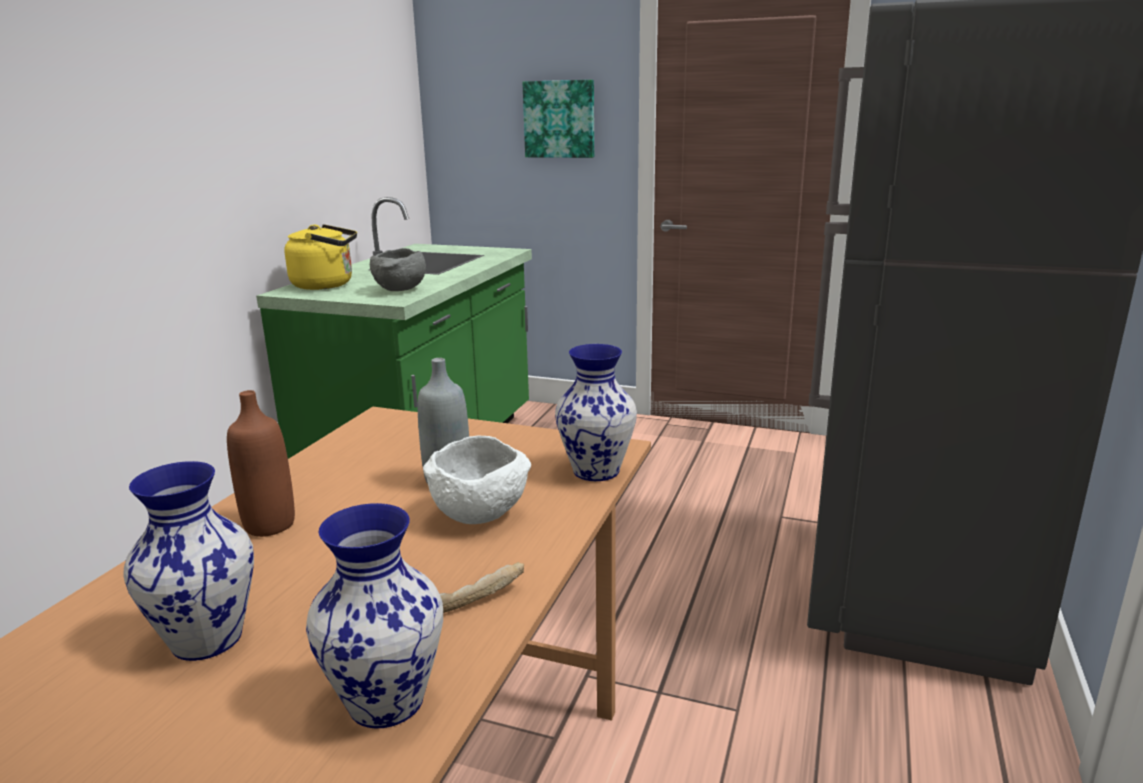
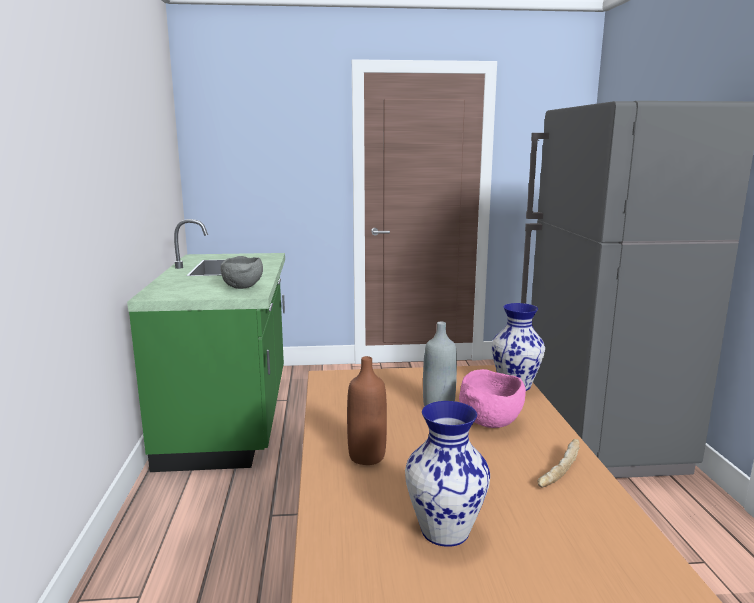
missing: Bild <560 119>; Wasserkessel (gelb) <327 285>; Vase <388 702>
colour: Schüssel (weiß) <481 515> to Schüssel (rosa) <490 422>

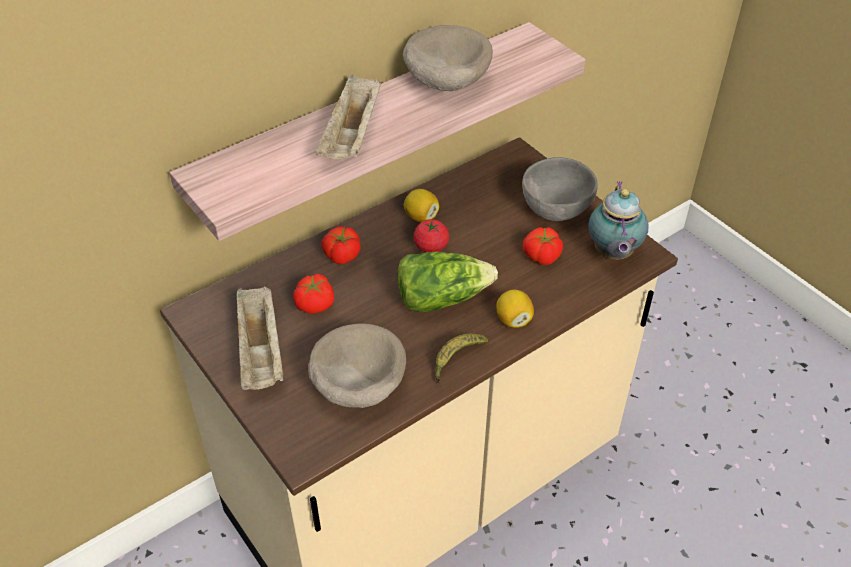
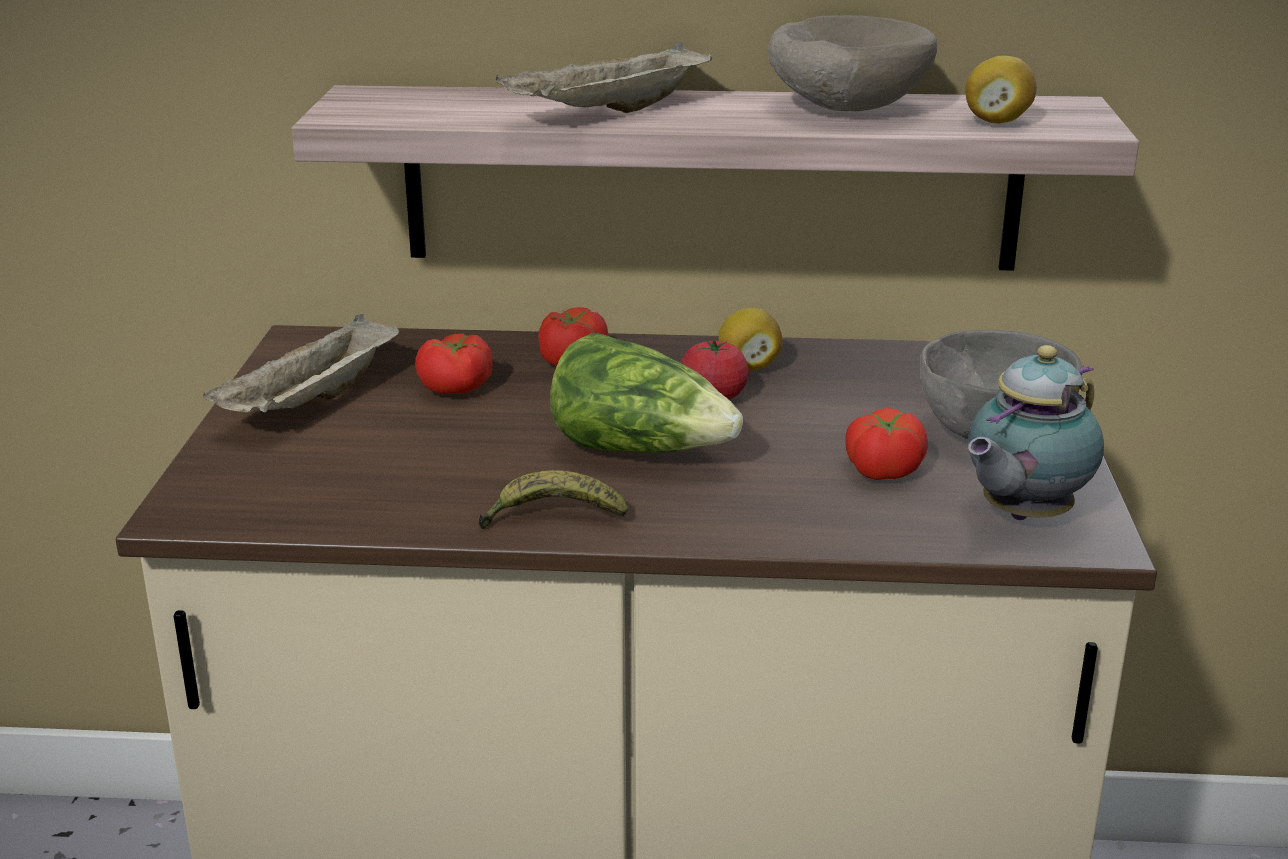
missing: Schüssel (beige) <357 386>
relocated: Zitrone <513 320> to <997 121>

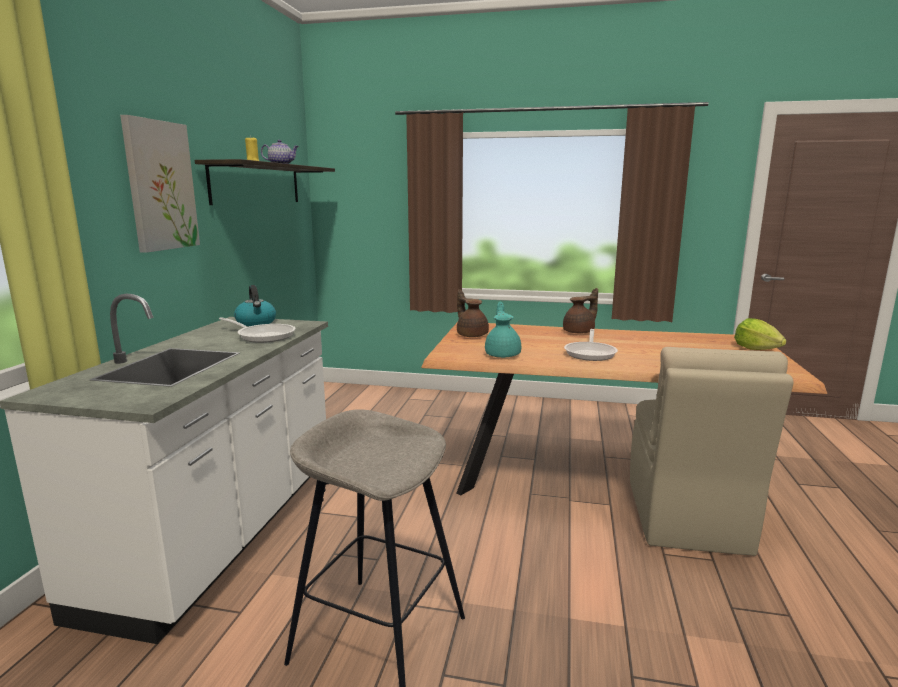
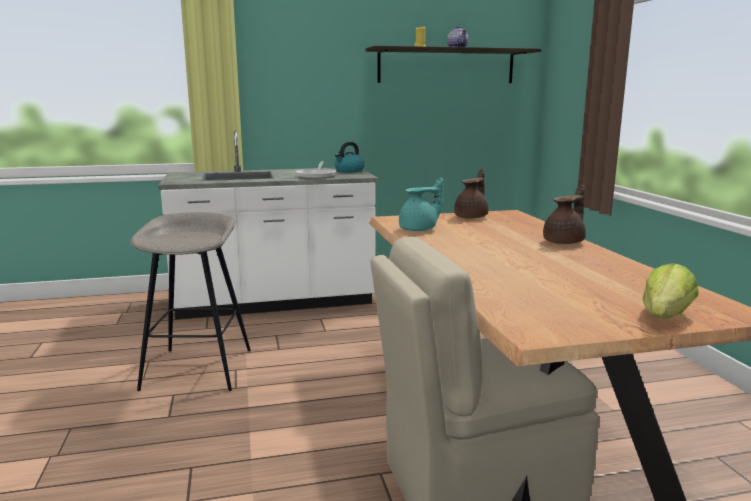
missing: Bild <160 186>; Pfanne <591 353>
spun: Teekanne (braun) <580 332> = <565 242> 75 degrees counterclockwise

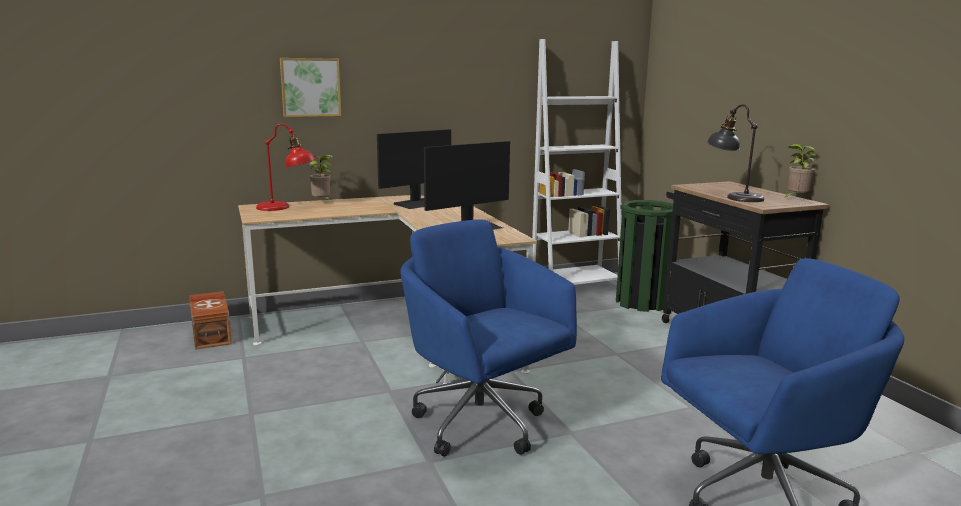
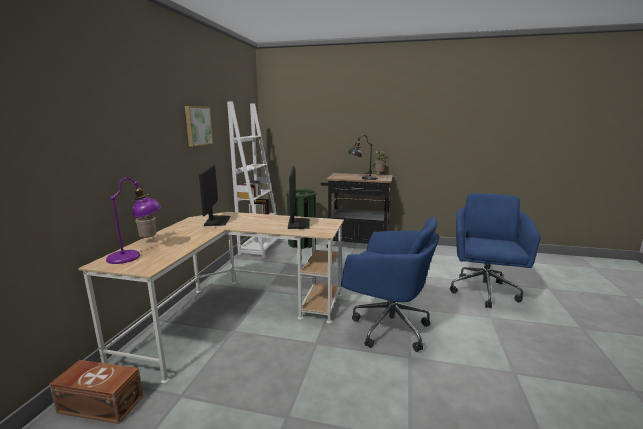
relocated: Bild <310 87> to <197 126>
colour: Tischlampe (rot) <286 207> to Tischlampe (lila) <137 253>
spun: Bürostuhl (blau) <484 427> = <386 328> 150 degrees counterclockwise

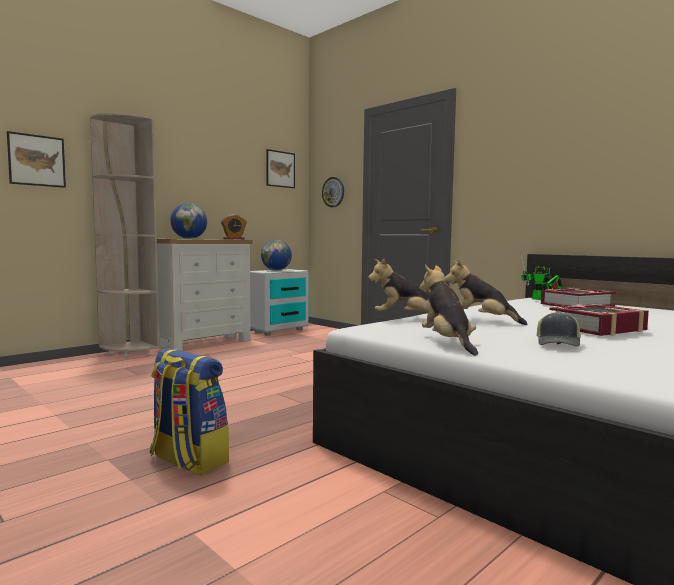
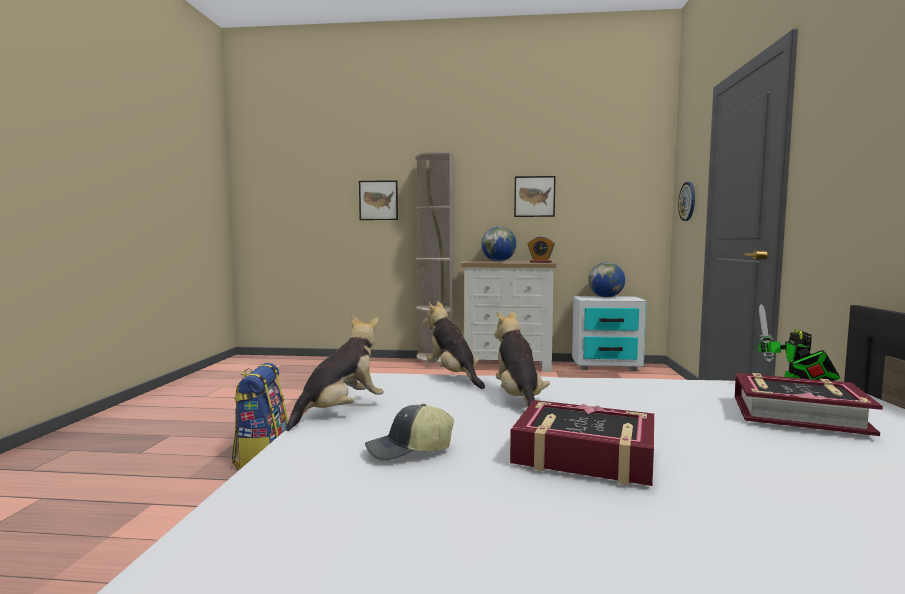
relocated: Bild <280 169> to <534 196>

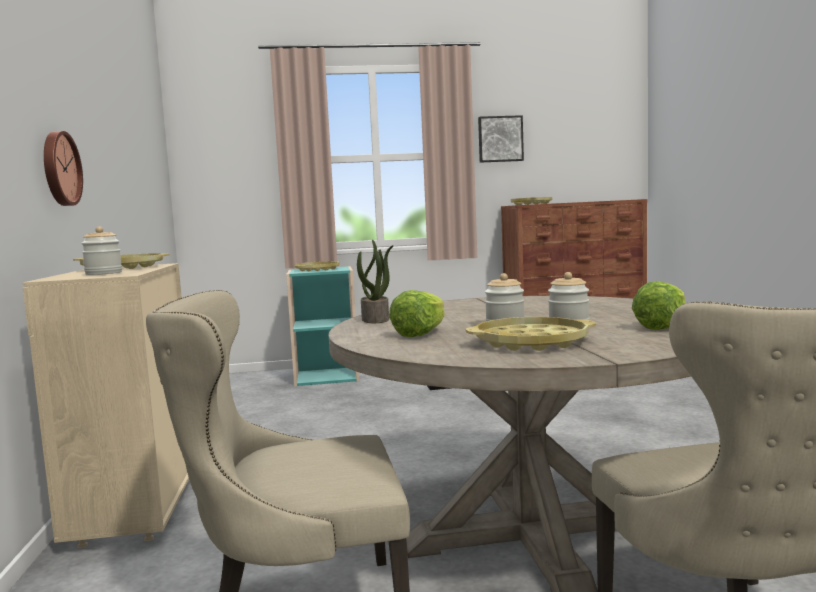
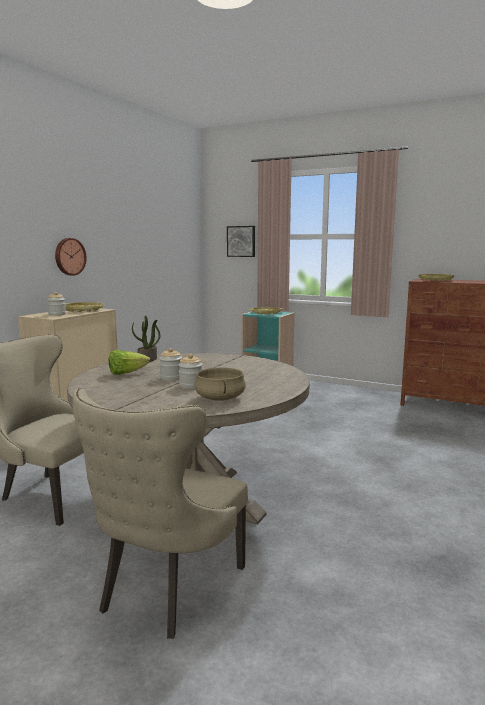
missing: Tablett (gelb) <531 342>
relocated: Bild <500 139> to <241 241>
exchanged: Salatkopf <662 326> to Kochtopf (beige) <219 398>

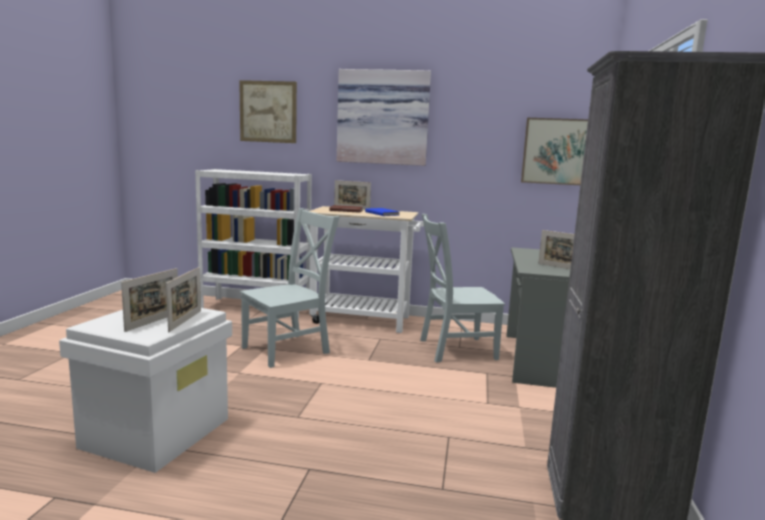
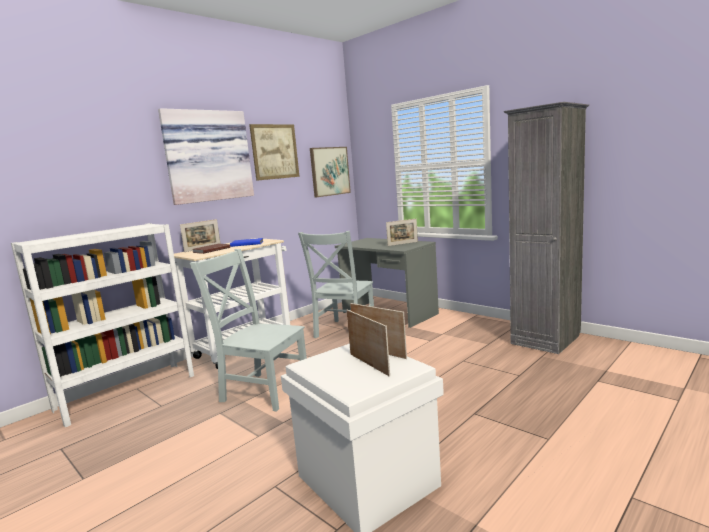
relocated: Bild <268 112> to <275 151>
spun: Stuhl (grau) <289 349> = <262 390> 60 degrees counterclockwise

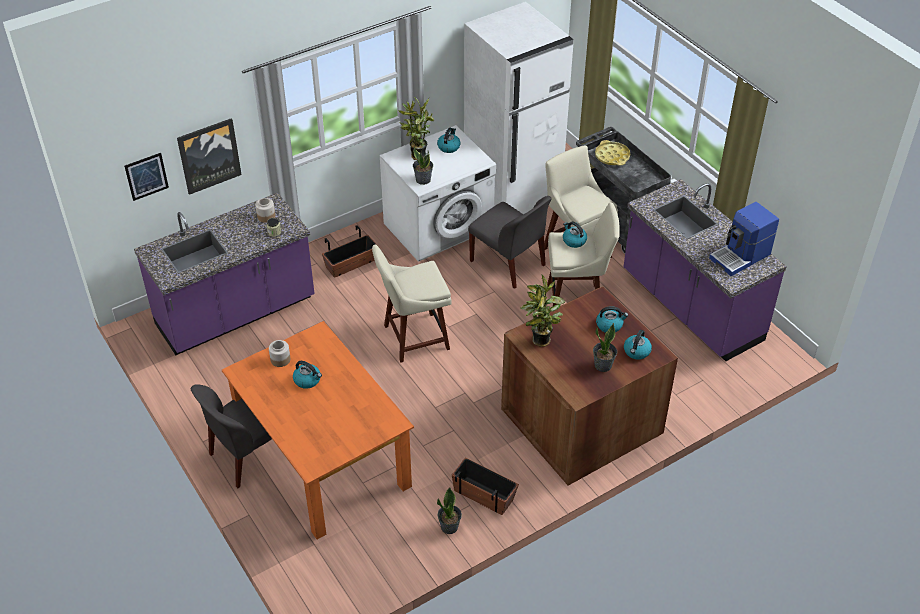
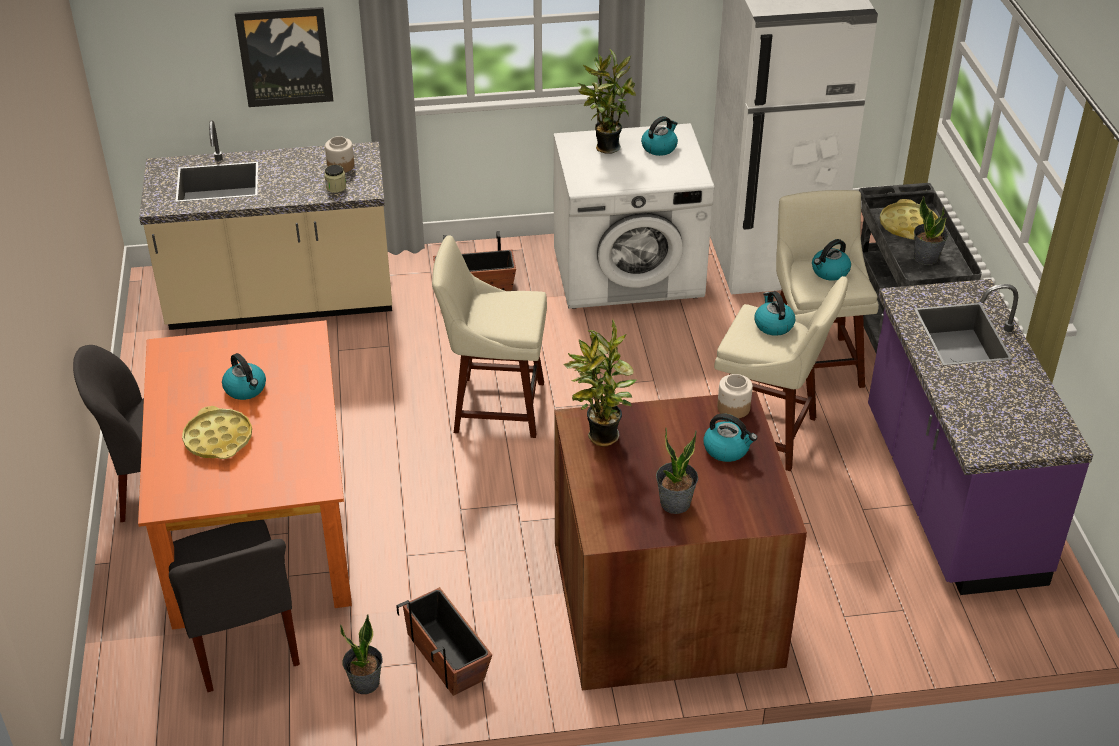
missing: Bild <146 176>; Kaffeemaschine <741 256>
appeared: Tablett (gelb) <218 439>
relocated: Topfpflanze <423 179> to <926 257>; Stuhl (grau) <509 264> to <241 639>; Wasserkessel <636 352> to <829 272>; Vorratsglas <280 360> to <733 408>
colour: Küchenzeile (lila) <236 314> to Küchenzeile (beige) <281 303>

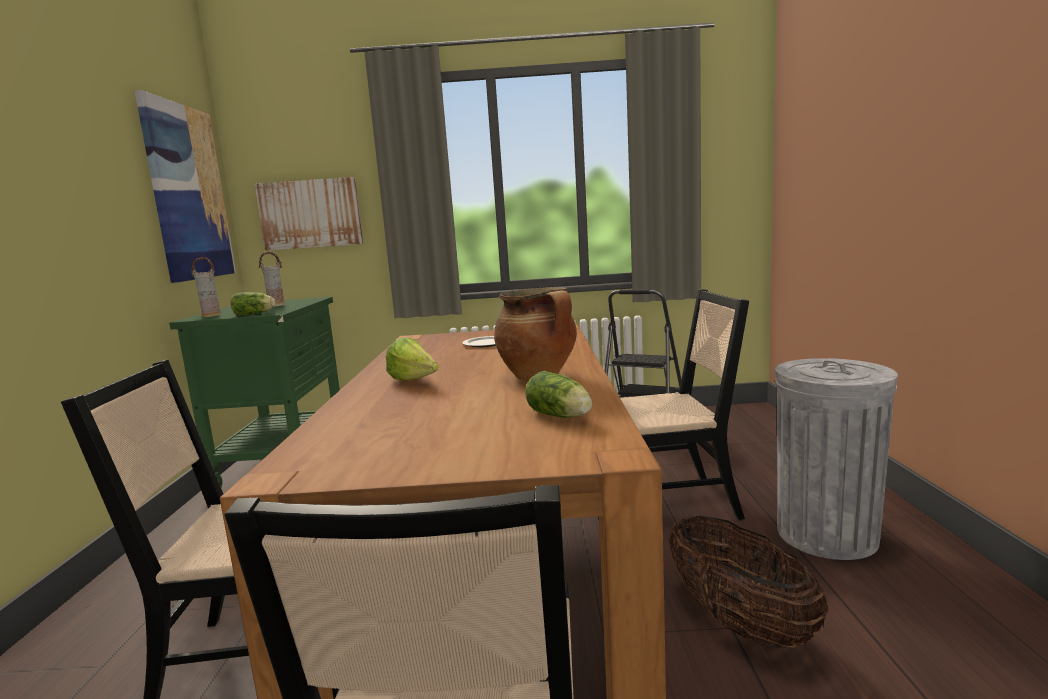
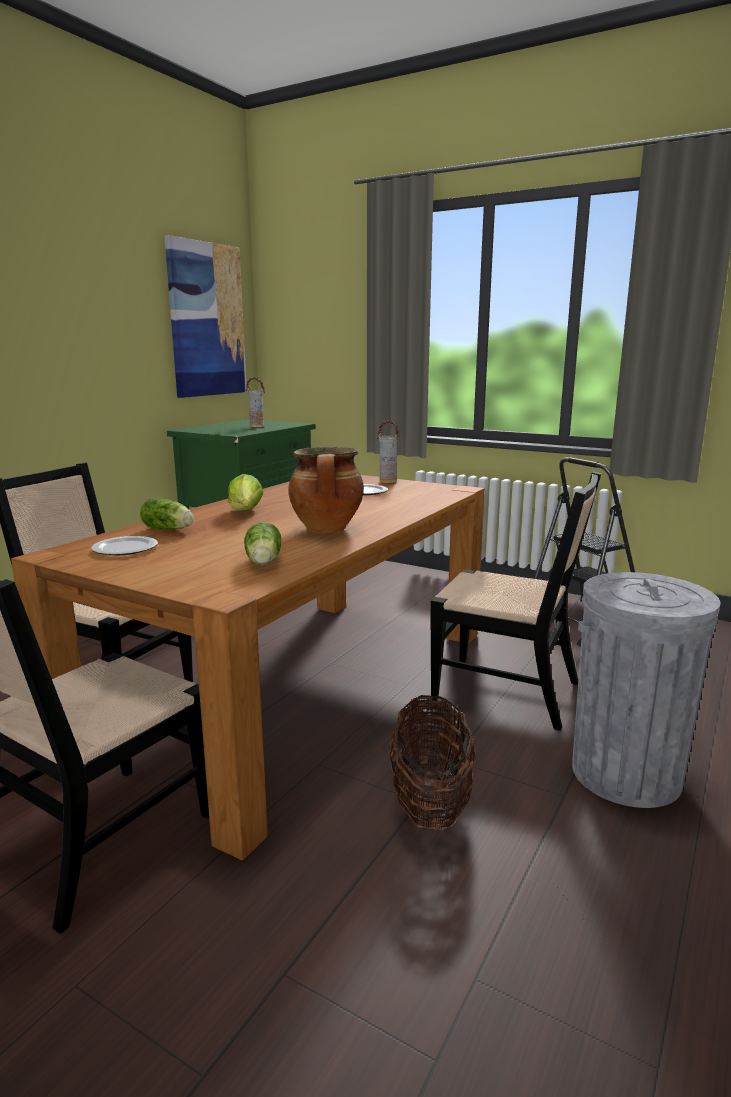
missing: Bild <310 214>
appeared: Teller <124 548>
relocated: Vase <211 316> to <387 481>; Salatkopf <255 314> to <169 529>

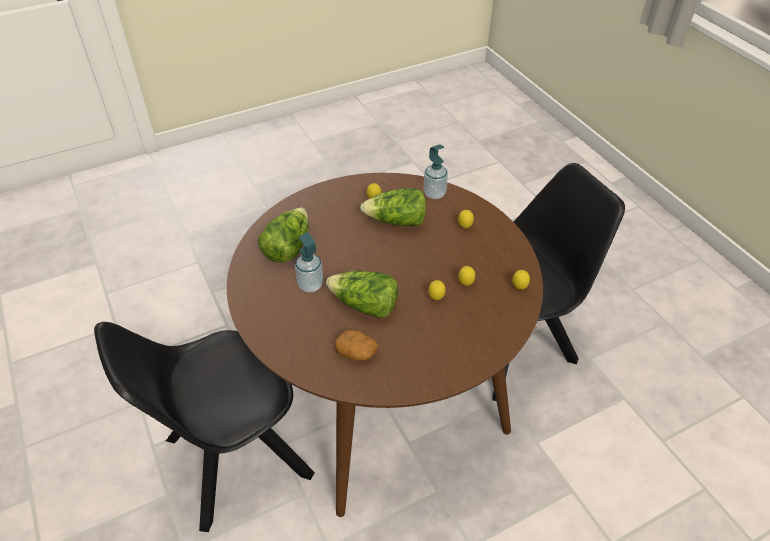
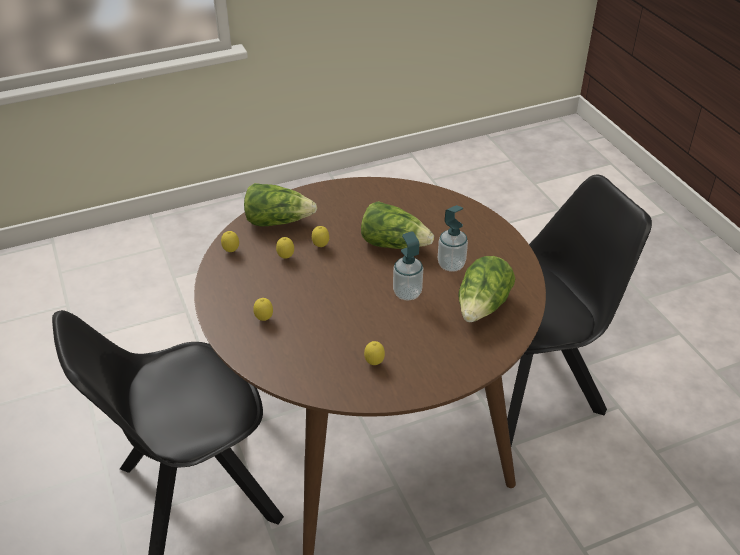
missing: Kartoffel <356 352>
relocated: Seifenspender <434 194> to <407 293>; Salatkopf <396 221> to <278 221>

